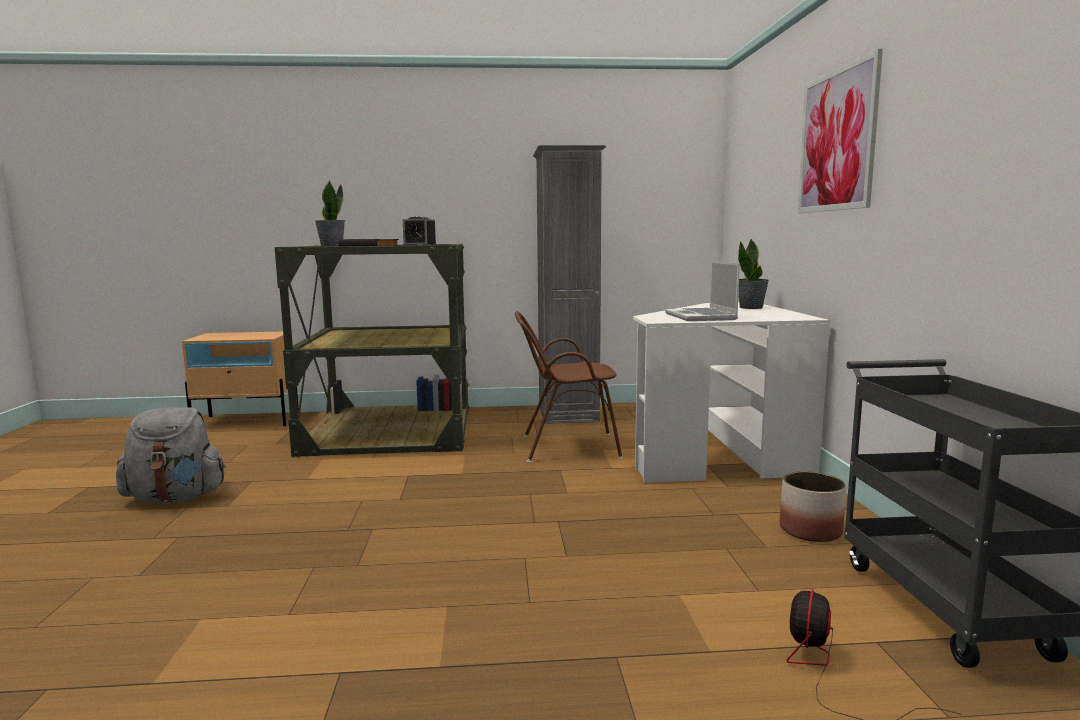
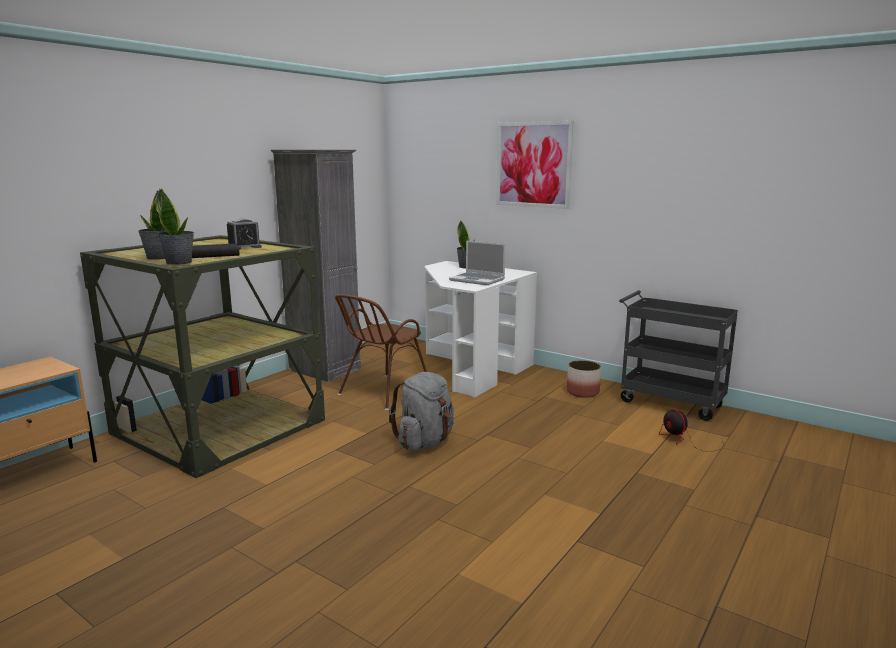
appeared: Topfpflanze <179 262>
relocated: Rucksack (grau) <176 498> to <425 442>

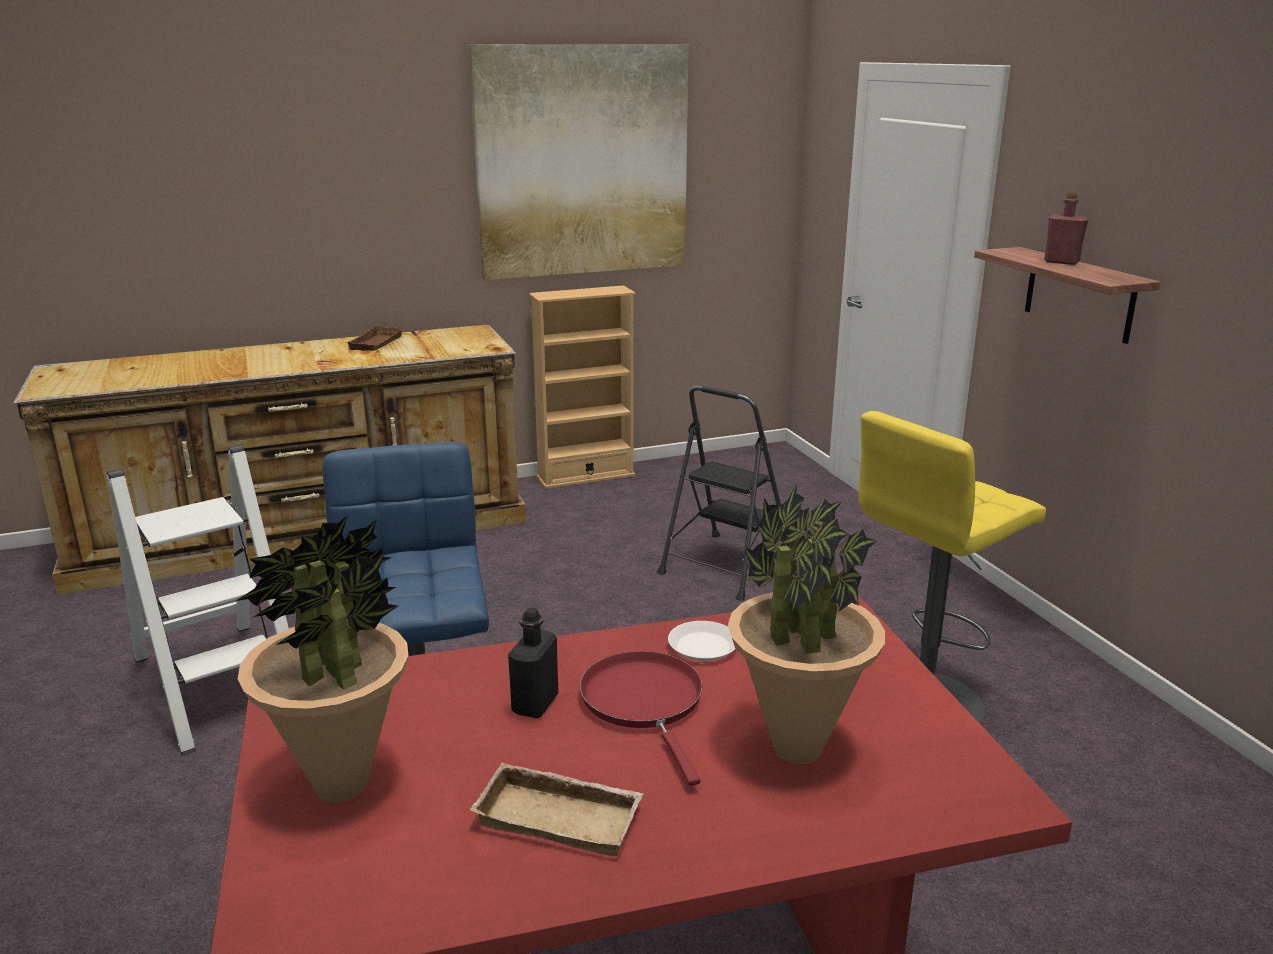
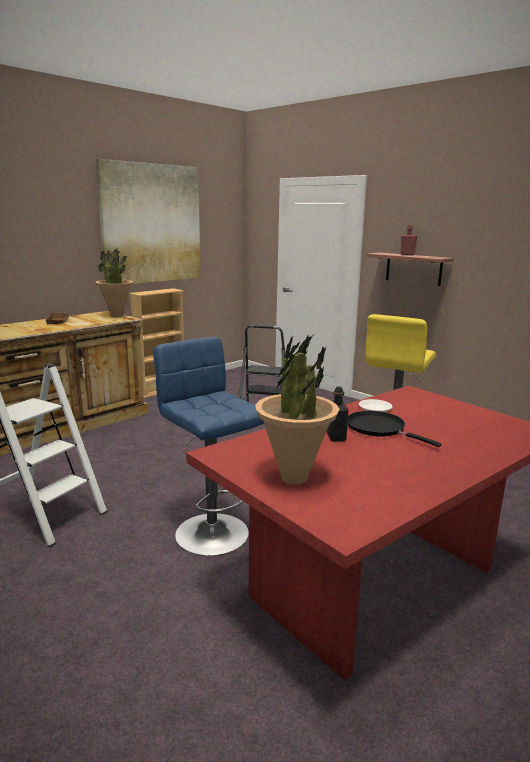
missing: Tablett (beige) <562 816>
relocated: Topfpflanze <796 748> to <116 316>
colour: Pfanne (rot) <645 703> to Pfanne (schwarz) <379 429>

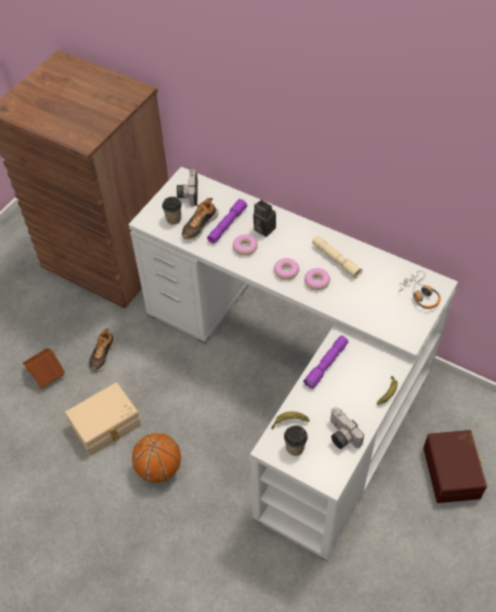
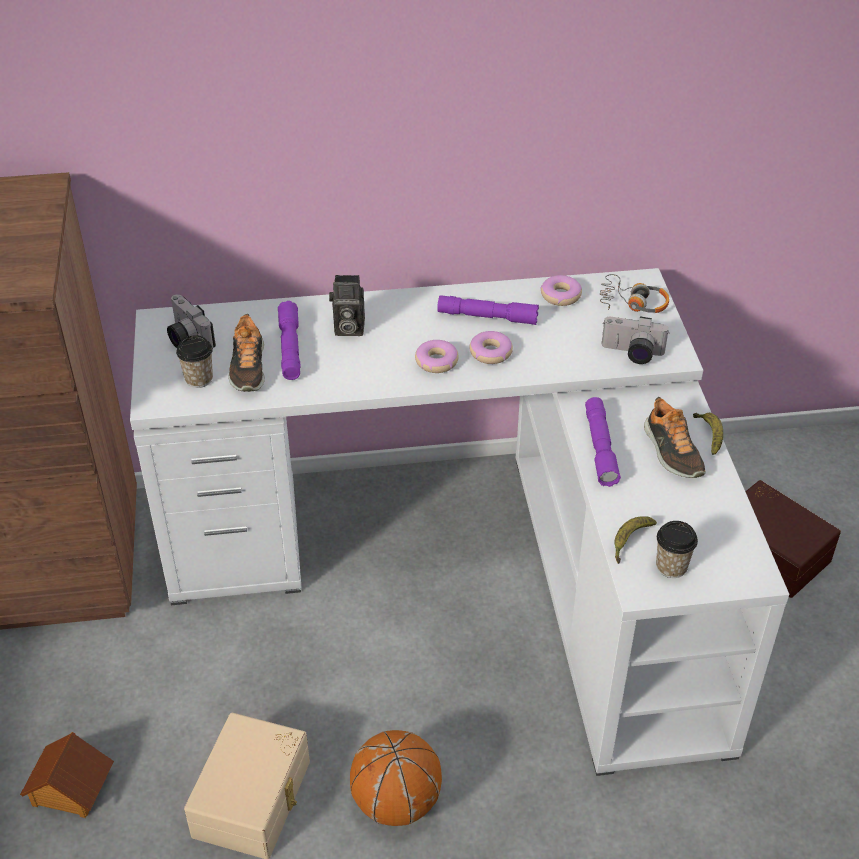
relocated: Donut <245 247> to <561 296>; Schuh <102 354> to <671 452>; Kamera <341 436> to <632 354>
colour: Taschenlampe (beige) <336 260> to Taschenlampe (lila) <487 317>

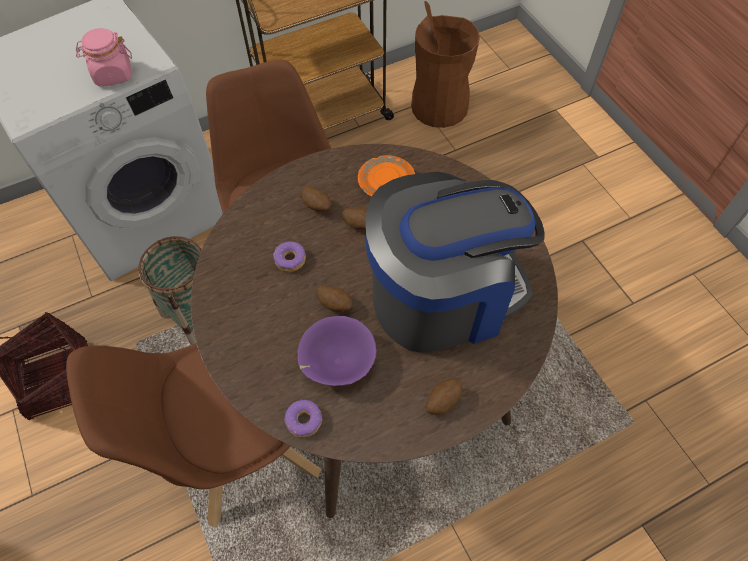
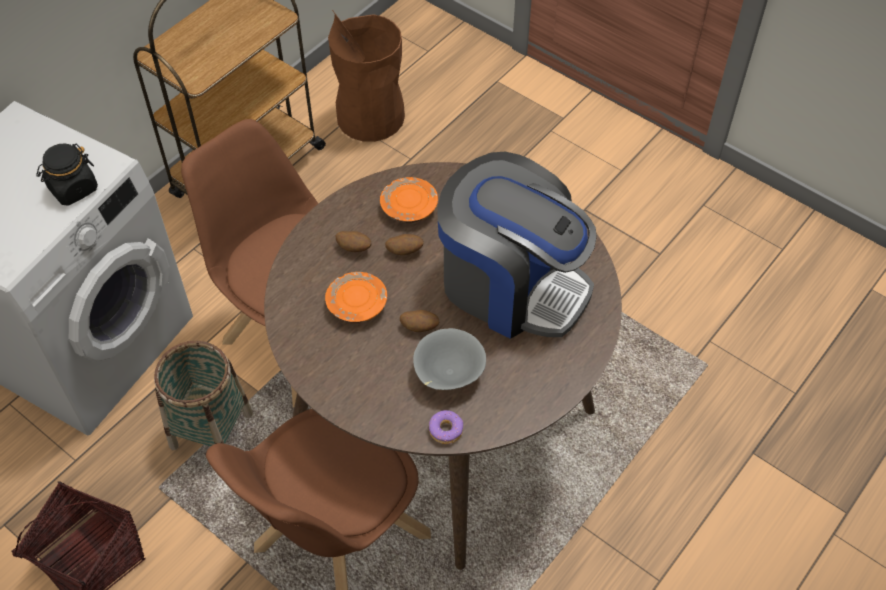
missing: Kartoffel <442 401>
exchanged: Donut <290 260> to Teller (orange) <356 304>
colour: Vorratsglas (rosa) <113 74> to Vorratsglas (schwarz) <73 189>; Schüssel (lila) <336 362> to Schüssel (grau) <448 374>
spun: Kaffeemaschine <443 295> = <511 285> 75 degrees clockwise

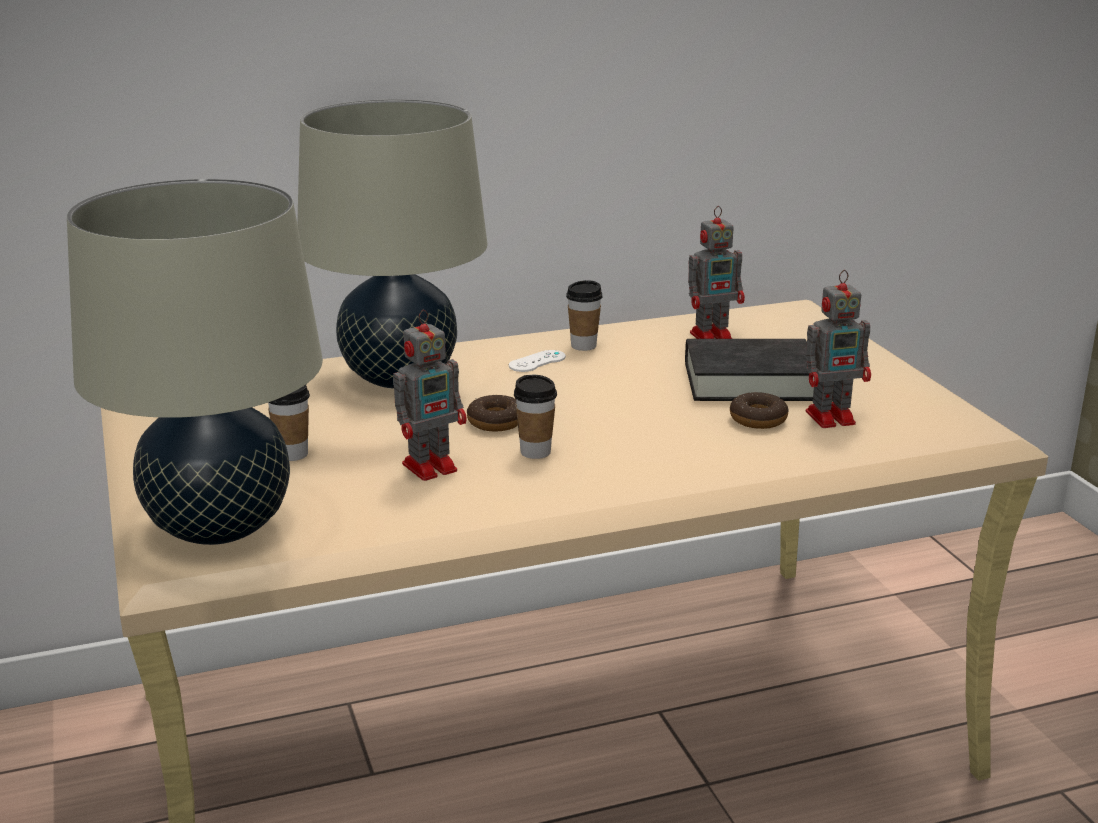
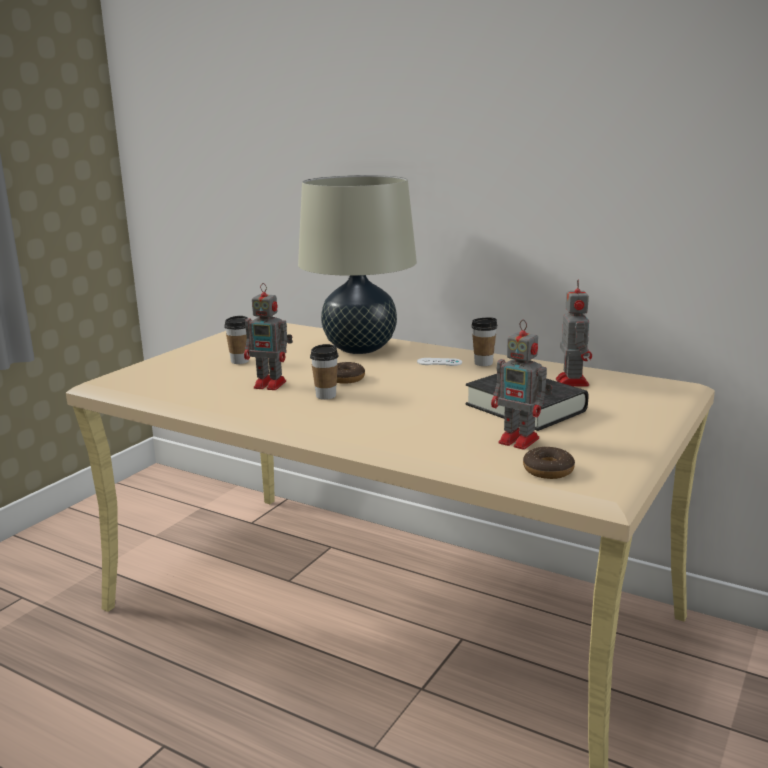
missing: Tischlampe (beige) <218 527>
relocated: Donut <758 419> to <548 470>
spun: Spielzeugroboter <713 336> = <571 381> 120 degrees counterclockwise

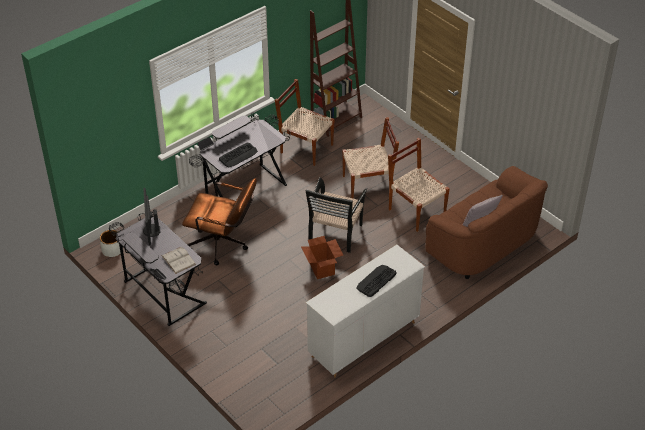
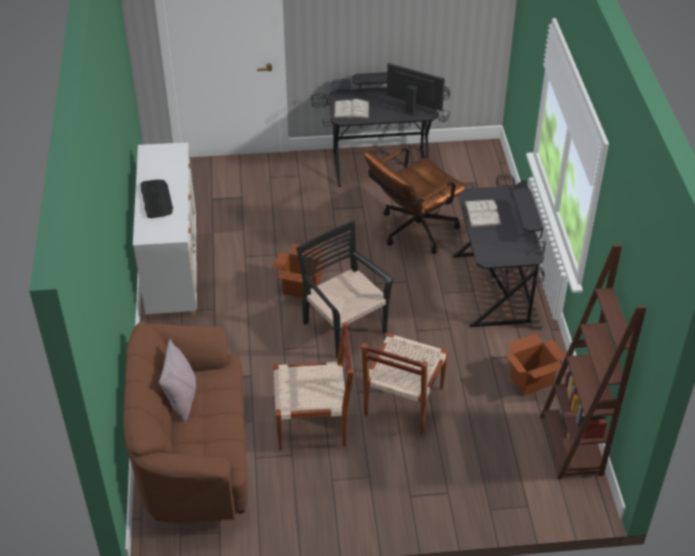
missing: Pflanzkübel (weiß) <112 250>
exchanged: Stuhl <305 148> to Karton <531 380>; Tastatur <238 155> to Buch (weiß) <482 213>

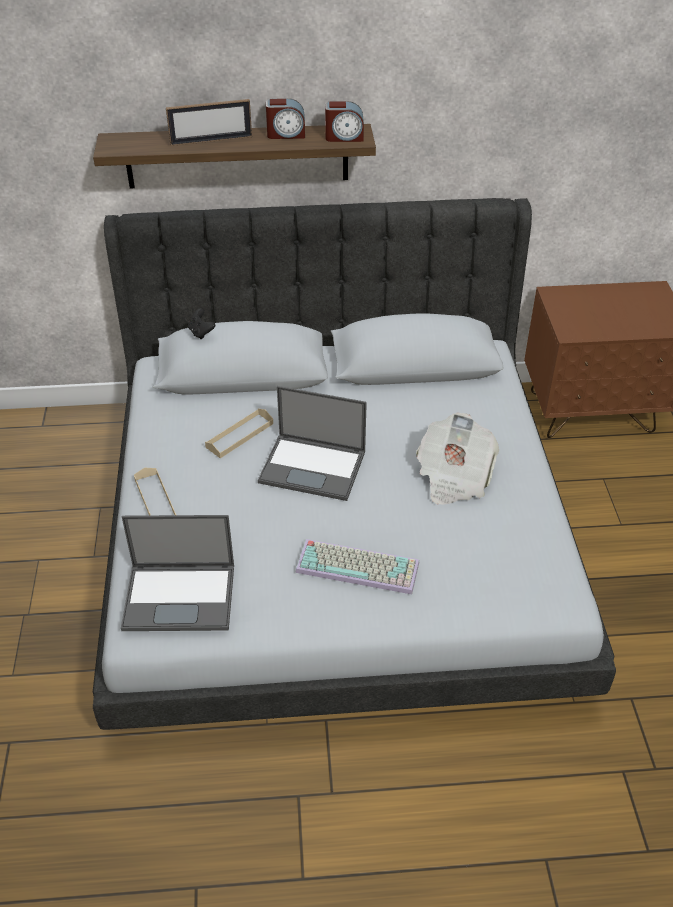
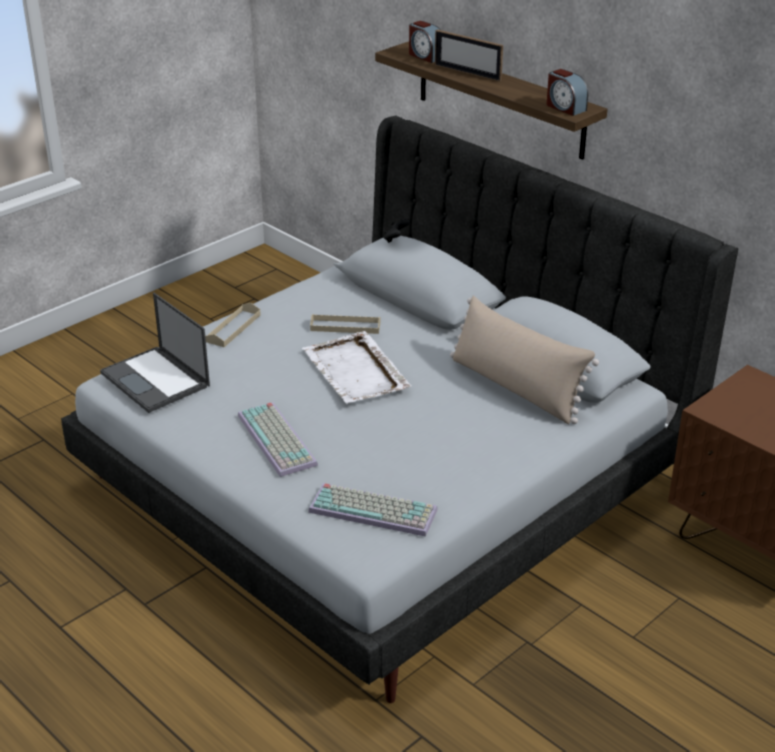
missing: Zeitung <453 476>
appeared: Kissen (beige) <516 388>; Tastatur <375 509>
relocated: Wecker <286 134> to <425 56>
exchanged: Laptop <314 467> to Tablett (weiß) <356 372>

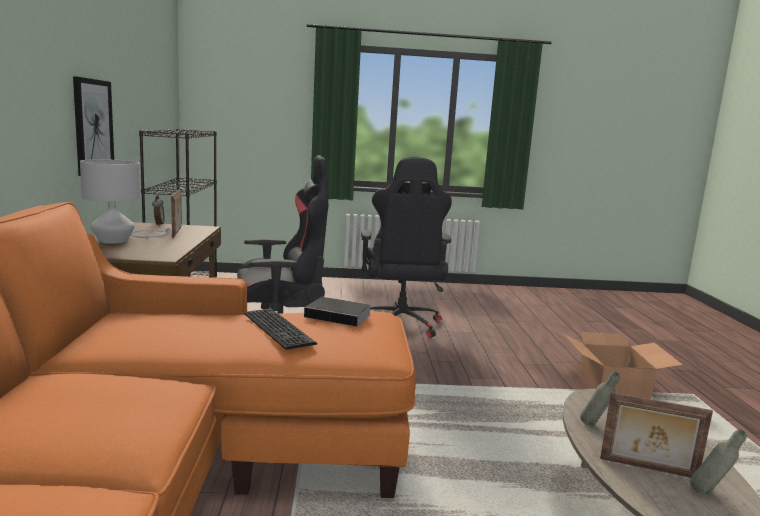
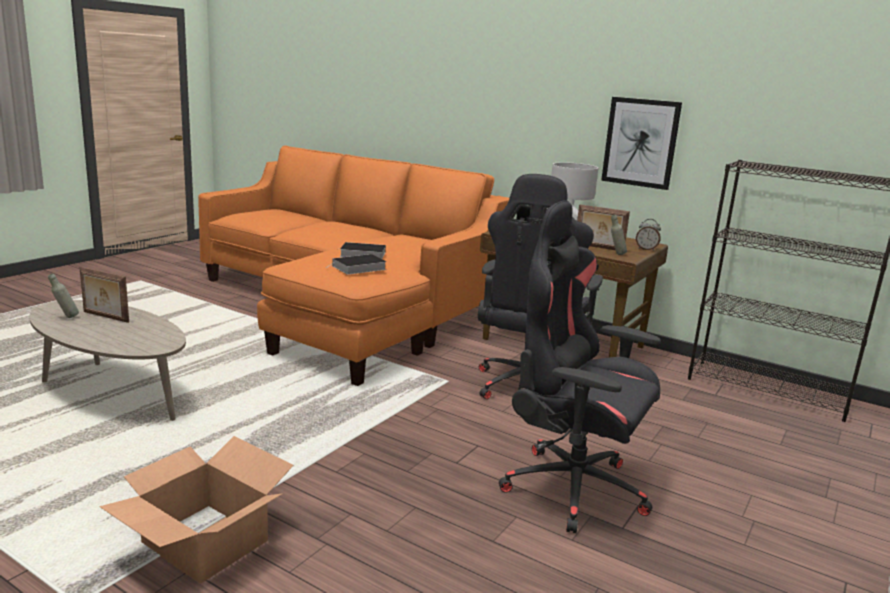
relocated: Flasche (grau) <595 426> to <616 254>
exchanged: Tastatur <279 327> to Buch <361 254>
spun: Bilderrahmen <648 469> = <105 317> 120 degrees counterclockwise

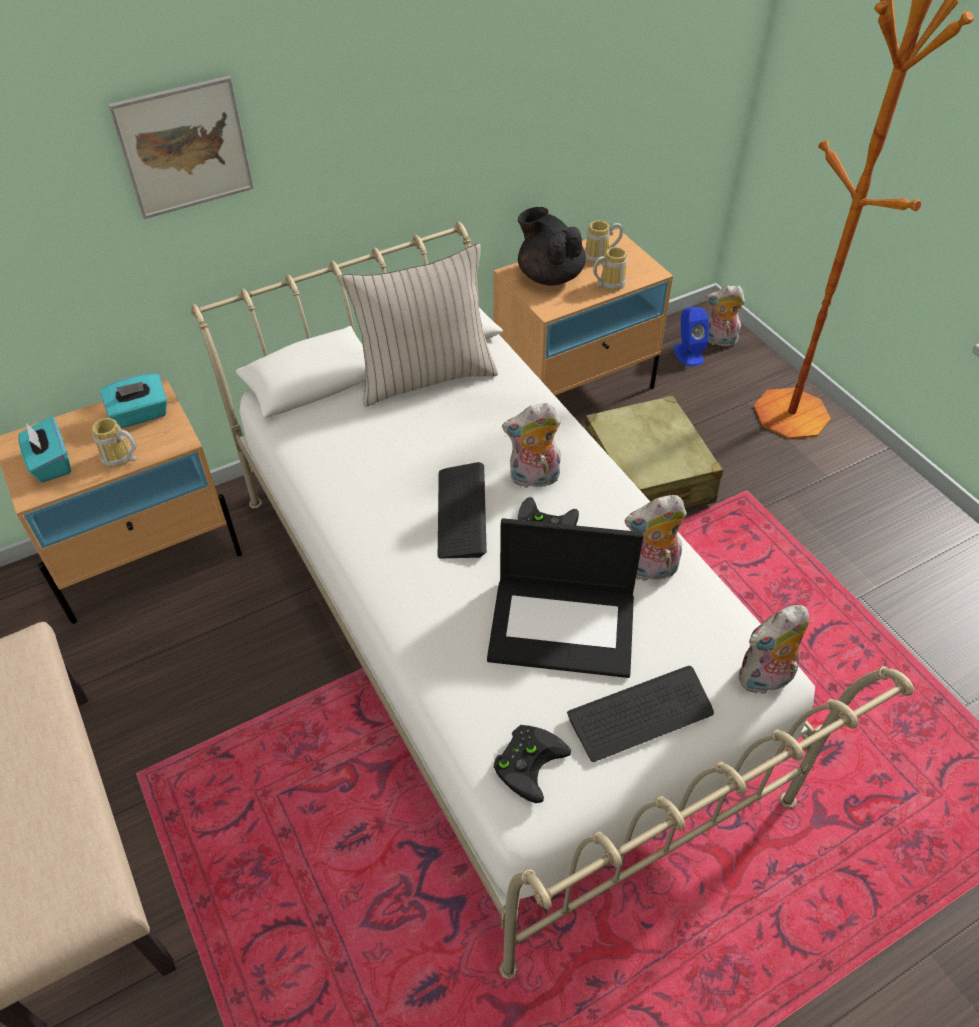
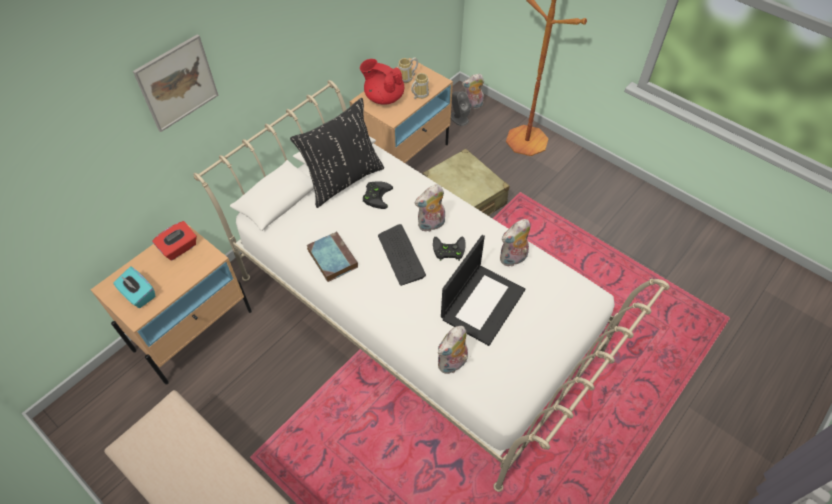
missing: Henkelbecher <120 459>; Tastatur <640 715>
appeared: Buch <331 258>
relocated: Plüschtier <765 680> to <452 364>; Gamepad (schwarz) <528 761> to <376 195>
colour: Teekanne (schwarz) <549 276> to Teekanne (rot) <383 97>; Kissen (beige) <425 377> to Kissen (schwarz) <343 180>; Lautsprecher (blau) <688 353> to Lautsprecher (grau) <458 118>; Taschentuchbox (türkis) <140 414> to Taschentuchbox (rot) <179 248>
spun: Laptop <564 626> = <482 303> 45 degrees counterclockwise

